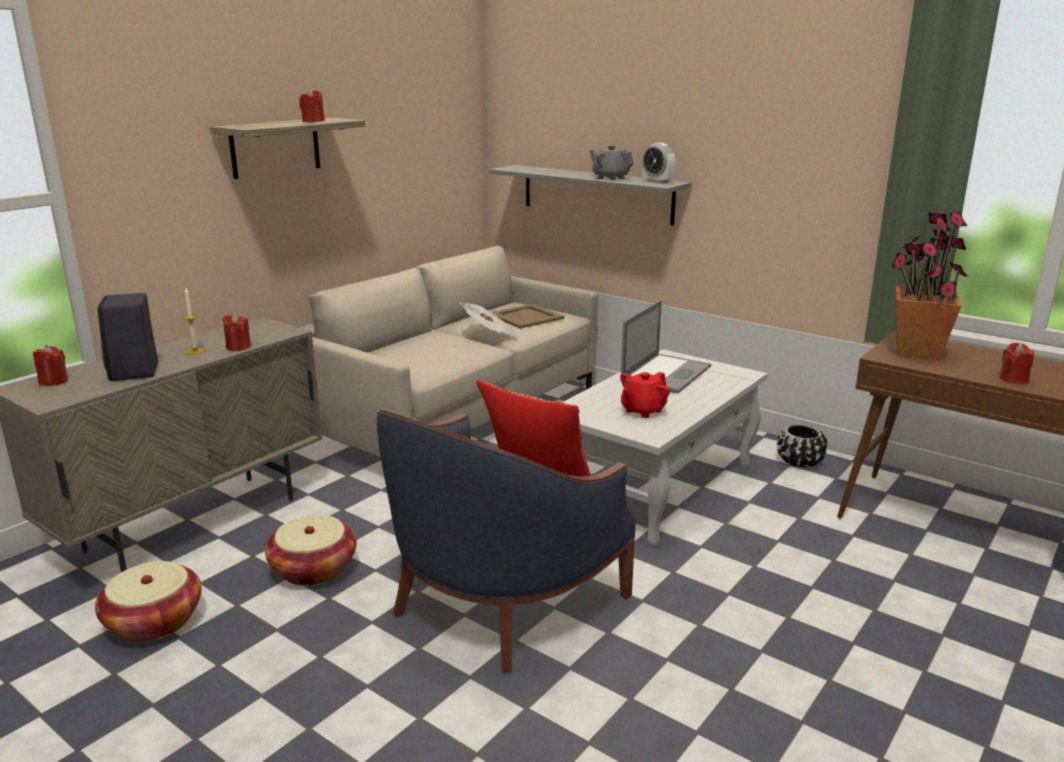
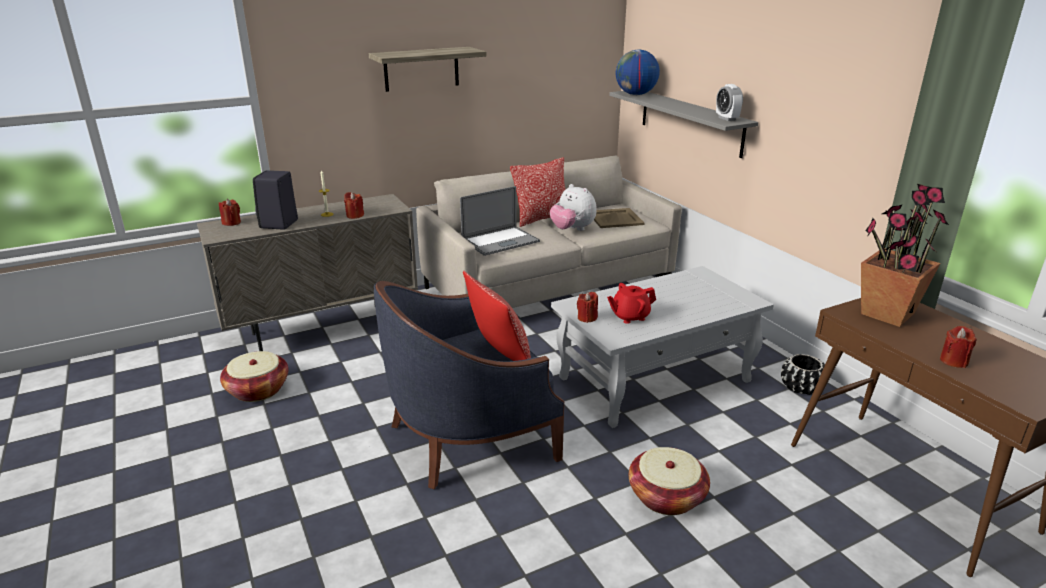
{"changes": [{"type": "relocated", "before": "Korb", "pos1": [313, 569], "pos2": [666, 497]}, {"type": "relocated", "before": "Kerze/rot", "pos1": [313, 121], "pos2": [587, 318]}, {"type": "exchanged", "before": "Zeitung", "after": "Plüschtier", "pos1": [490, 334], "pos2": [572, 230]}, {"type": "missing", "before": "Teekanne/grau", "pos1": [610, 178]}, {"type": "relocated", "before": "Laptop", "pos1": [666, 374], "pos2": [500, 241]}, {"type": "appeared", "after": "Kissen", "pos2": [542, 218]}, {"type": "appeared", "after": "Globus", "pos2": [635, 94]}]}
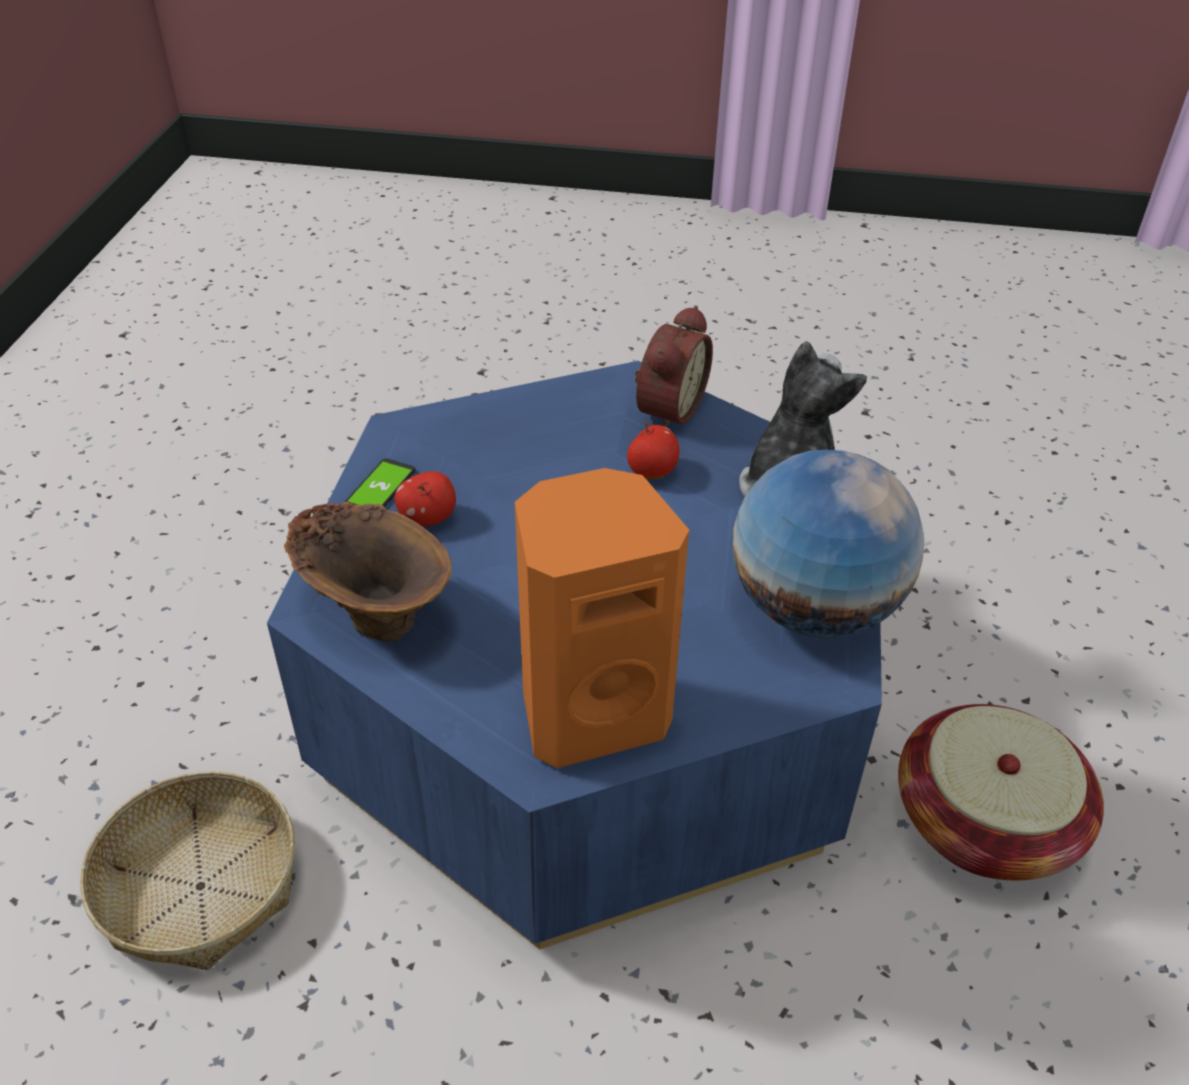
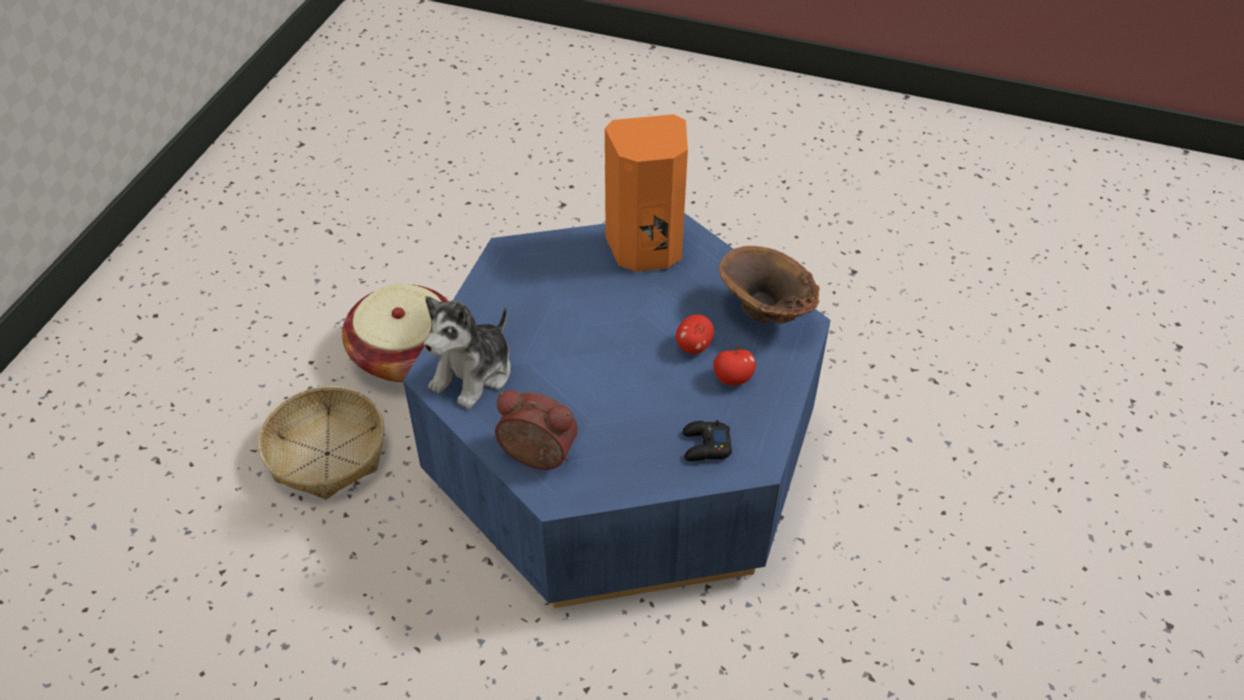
{"changes": [{"type": "relocated", "before": "Korb", "pos1": [201, 886], "pos2": [326, 453]}, {"type": "missing", "before": "Handy", "pos1": [380, 488]}, {"type": "relocated", "before": "Apfel", "pos1": [652, 472], "pos2": [693, 346]}, {"type": "spun", "before": "Wecker", "pos1": [666, 409], "pos2": [536, 458], "turn": 75}, {"type": "missing", "before": "Globus", "pos1": [813, 608]}, {"type": "appeared", "after": "Gamepad/schwarz", "pos2": [705, 446]}]}
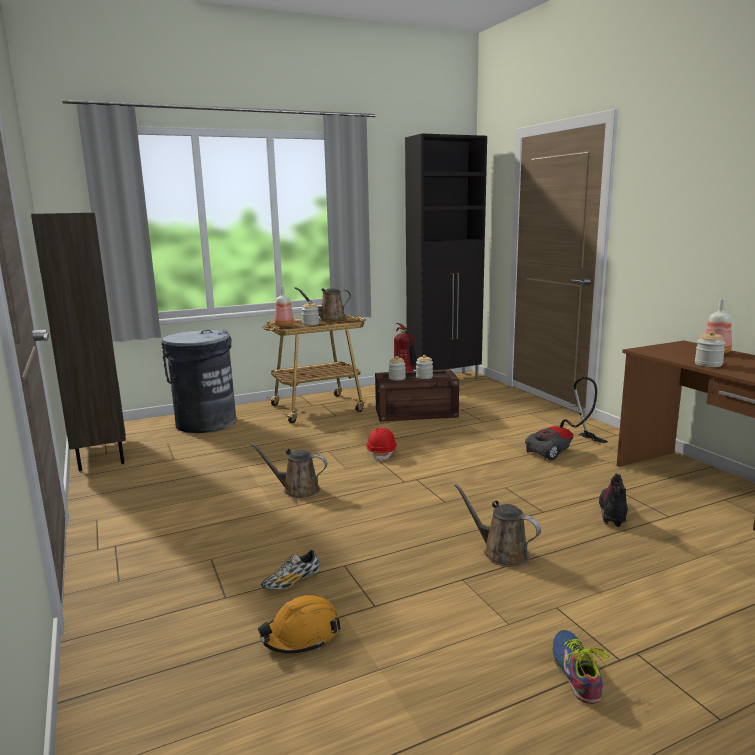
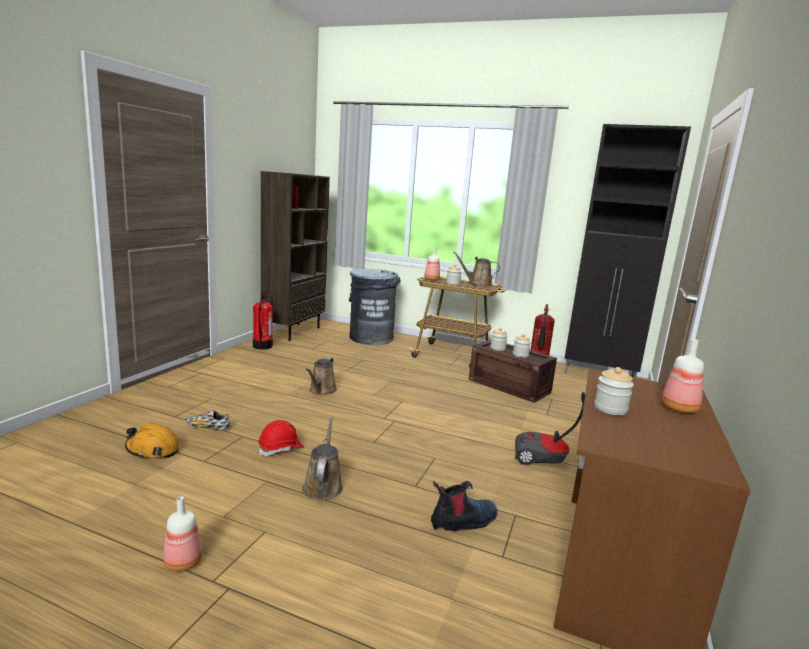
{"changes": [{"type": "spun", "before": "Gießkanne/braun", "pos1": [297, 490], "pos2": [321, 391], "turn": -135}, {"type": "relocated", "before": "Schutzhelm/rot", "pos1": [382, 453], "pos2": [281, 449]}, {"type": "exchanged", "before": "Schuh", "after": "Flasche", "pos1": [575, 671], "pos2": [182, 562]}, {"type": "appeared", "after": "Feuerlöscher", "pos2": [262, 346]}]}
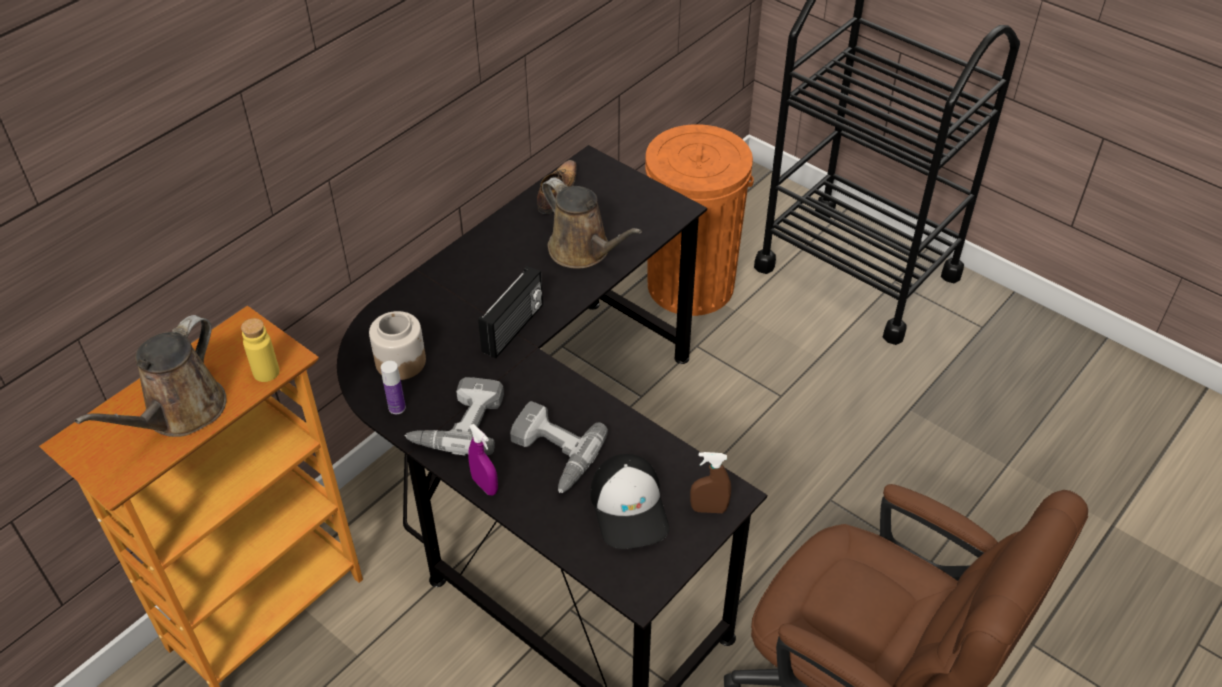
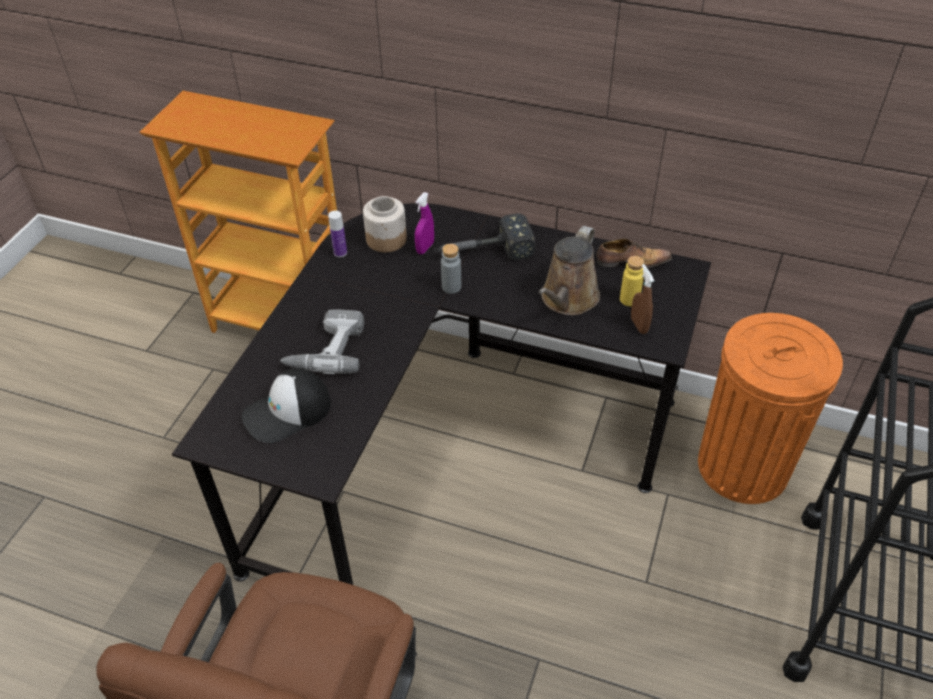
{"changes": [{"type": "missing", "before": "Gießkanne/braun", "pos1": [180, 413]}, {"type": "relocated", "before": "Flasche/gelb", "pos1": [266, 372], "pos2": [629, 299]}, {"type": "missing", "before": "Bohrmaschine", "pos1": [458, 423]}, {"type": "relocated", "before": "Sprühflasche/lila", "pos1": [485, 485], "pos2": [425, 248]}, {"type": "exchanged", "before": "Radio", "after": "Flasche/grau", "pos1": [514, 329], "pos2": [451, 287]}, {"type": "relocated", "before": "Sprühflasche/braun", "pos1": [708, 509], "pos2": [639, 325]}, {"type": "appeared", "after": "Hammer", "pos2": [482, 252]}]}
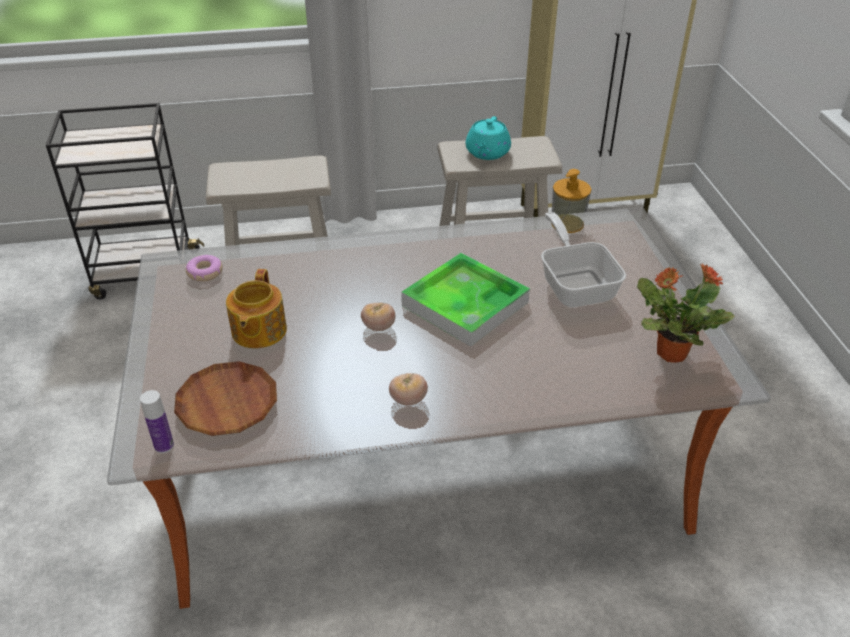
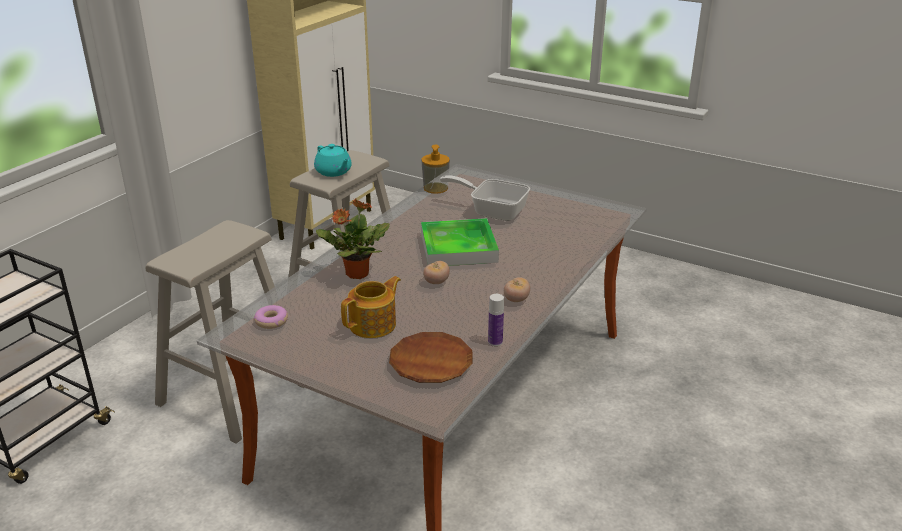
{"changes": [{"type": "relocated", "before": "Flasche", "pos1": [164, 446], "pos2": [495, 342]}, {"type": "spun", "before": "Teekanne", "pos1": [258, 331], "pos2": [374, 325], "turn": -90}, {"type": "relocated", "before": "Topfpflanze", "pos1": [670, 352], "pos2": [356, 274]}]}
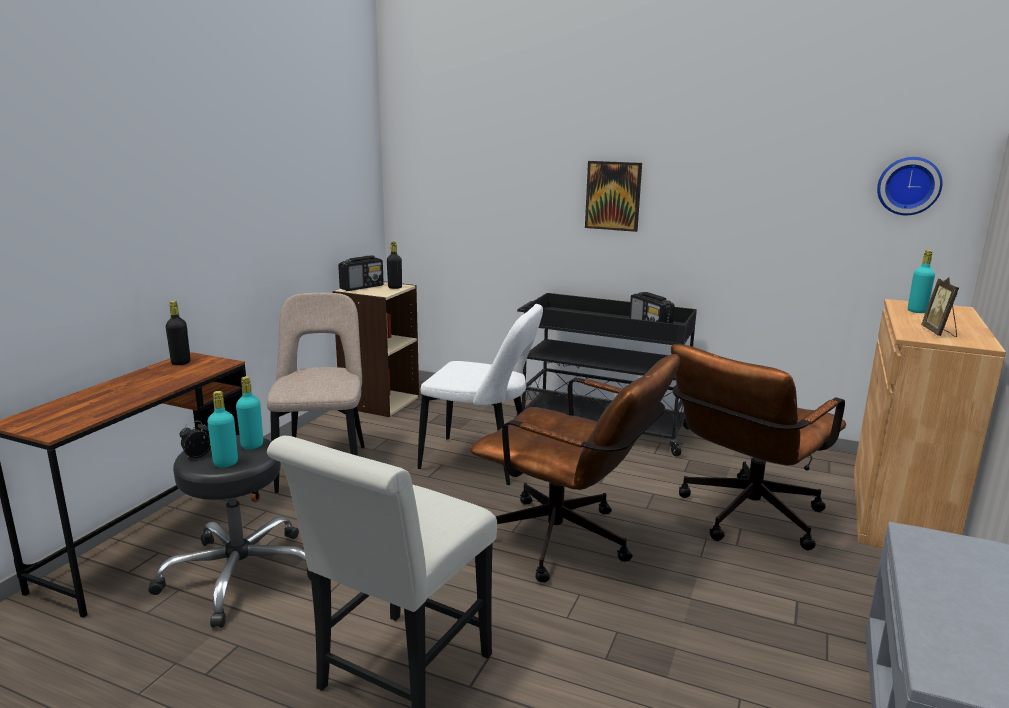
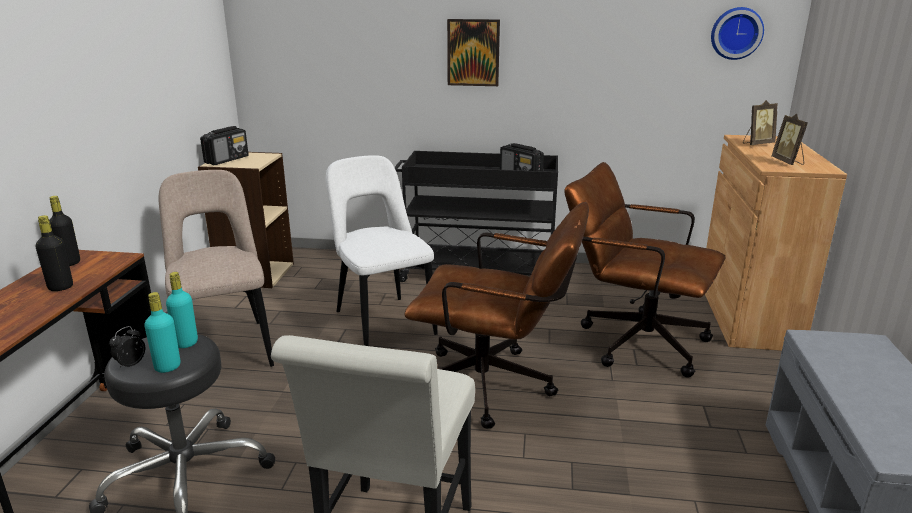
{"changes": [{"type": "relocated", "before": "Flasche/schwarz", "pos1": [395, 287], "pos2": [60, 287]}, {"type": "spun", "before": "Stuhl/weiß", "pos1": [481, 462], "pos2": [382, 321], "turn": -120}, {"type": "spun", "before": "Bürostuhl/braun", "pos1": [743, 518], "pos2": [632, 340], "turn": 90}, {"type": "exchanged", "before": "Flasche/türkis", "after": "Bilderrahmen", "pos1": [916, 311], "pos2": [757, 144]}]}
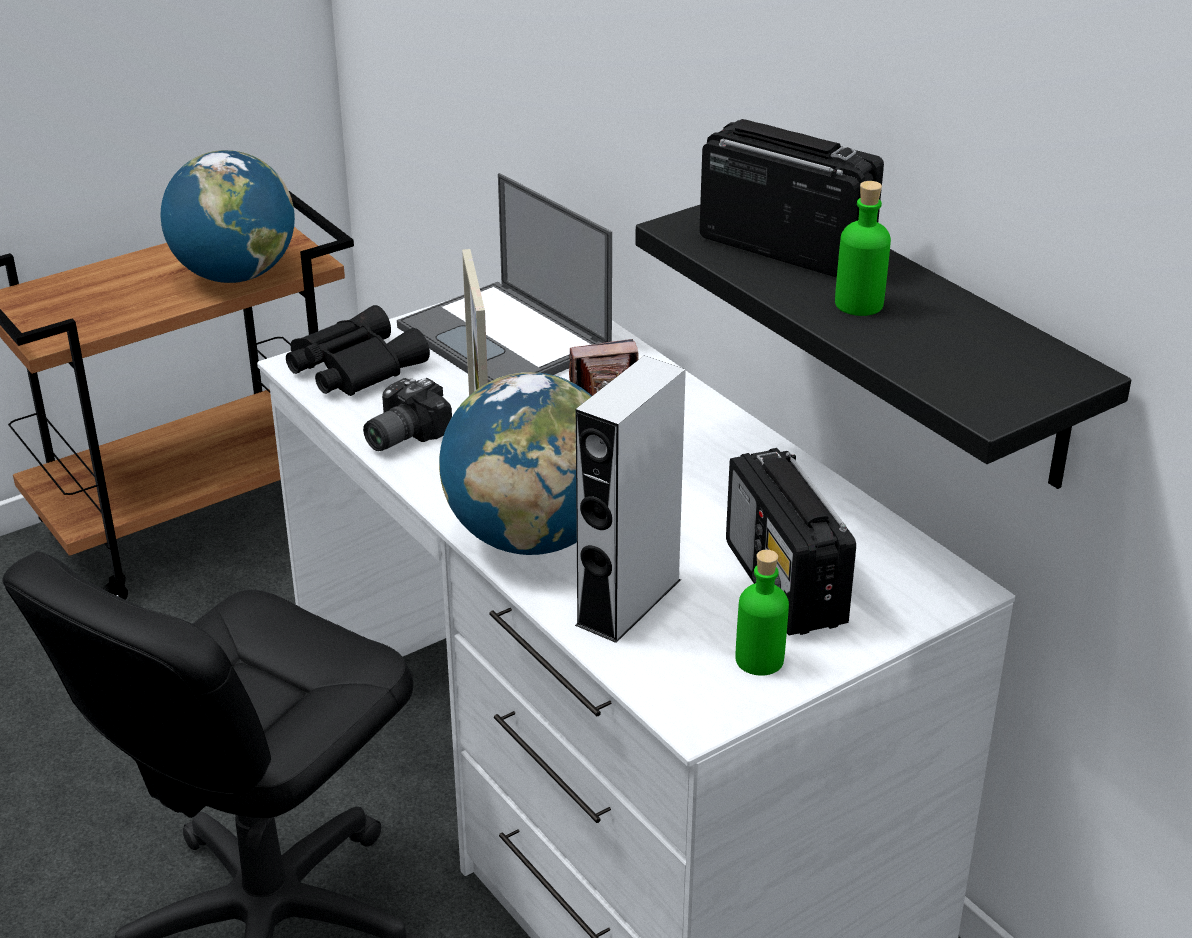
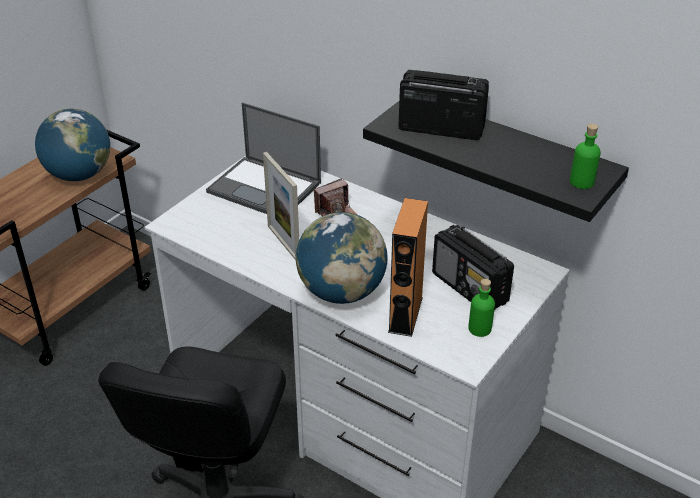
{"changes": [{"type": "missing", "before": "Fernglas/schwarz", "pos1": [352, 367]}, {"type": "missing", "before": "Kamera", "pos1": [400, 435]}, {"type": "colour", "before": "Lautsprecher/grau", "after": "Lautsprecher/orange", "pos1": [628, 602], "pos2": [405, 314]}, {"type": "relocated", "before": "Flasche/grün", "pos1": [859, 304], "pos2": [582, 182]}]}
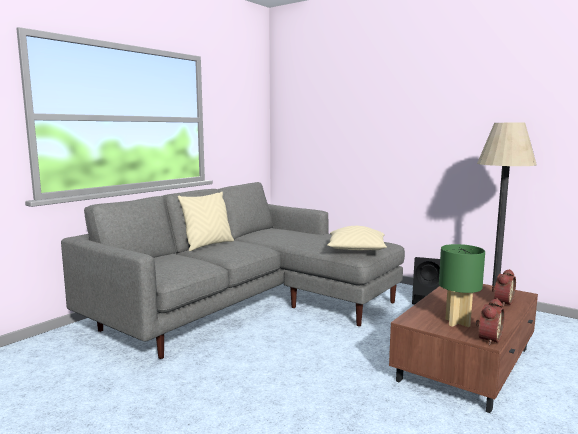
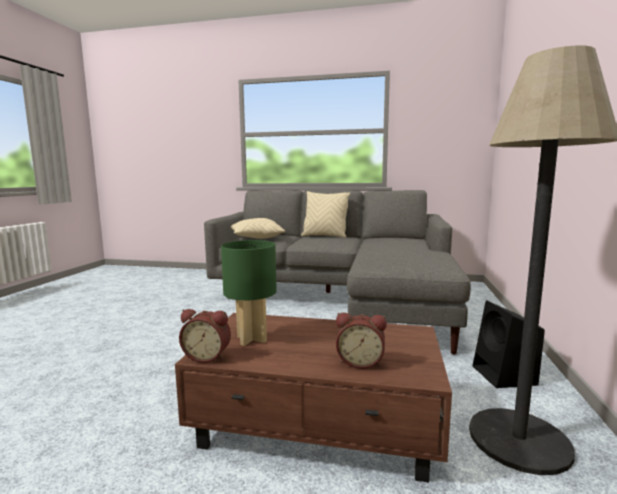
{"changes": [{"type": "relocated", "before": "Kissen/beige", "pos1": [356, 250], "pos2": [256, 238]}]}
